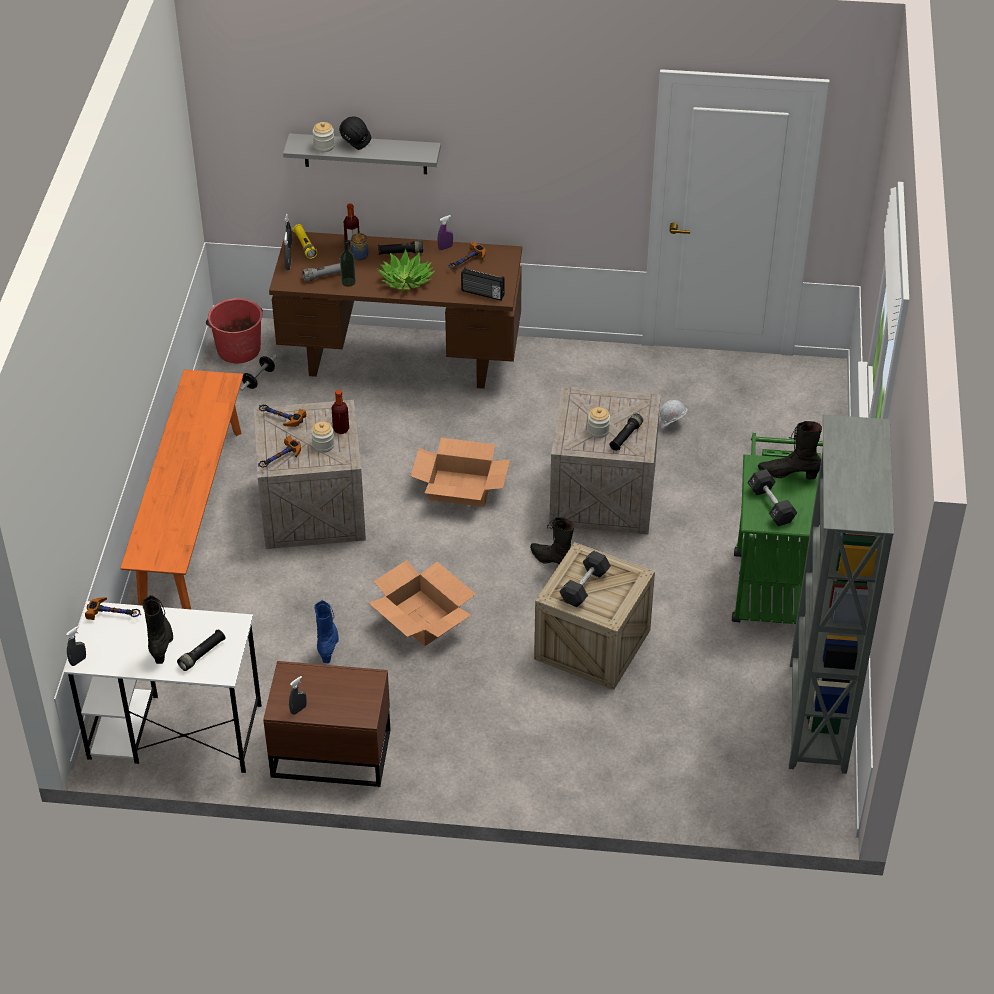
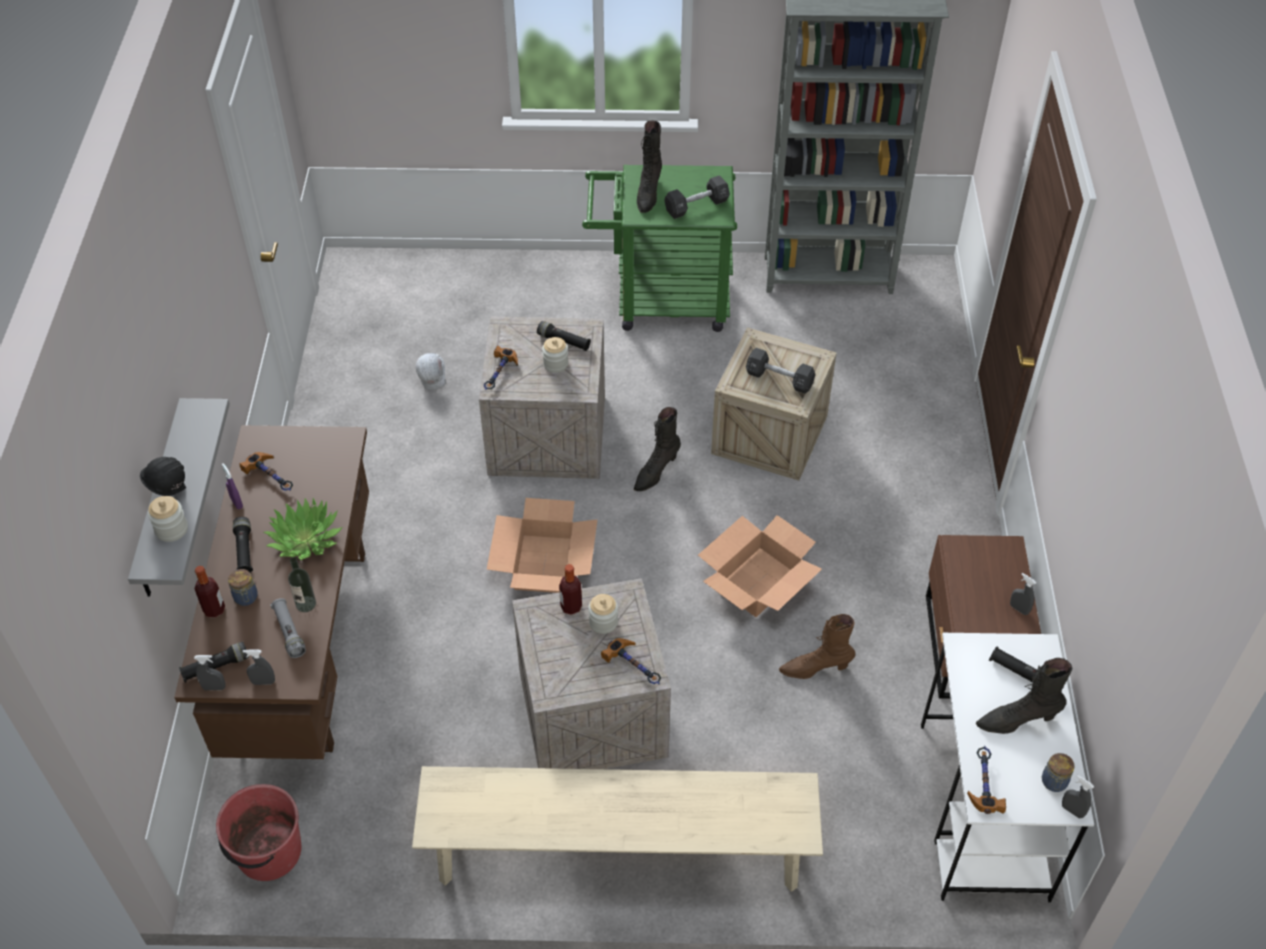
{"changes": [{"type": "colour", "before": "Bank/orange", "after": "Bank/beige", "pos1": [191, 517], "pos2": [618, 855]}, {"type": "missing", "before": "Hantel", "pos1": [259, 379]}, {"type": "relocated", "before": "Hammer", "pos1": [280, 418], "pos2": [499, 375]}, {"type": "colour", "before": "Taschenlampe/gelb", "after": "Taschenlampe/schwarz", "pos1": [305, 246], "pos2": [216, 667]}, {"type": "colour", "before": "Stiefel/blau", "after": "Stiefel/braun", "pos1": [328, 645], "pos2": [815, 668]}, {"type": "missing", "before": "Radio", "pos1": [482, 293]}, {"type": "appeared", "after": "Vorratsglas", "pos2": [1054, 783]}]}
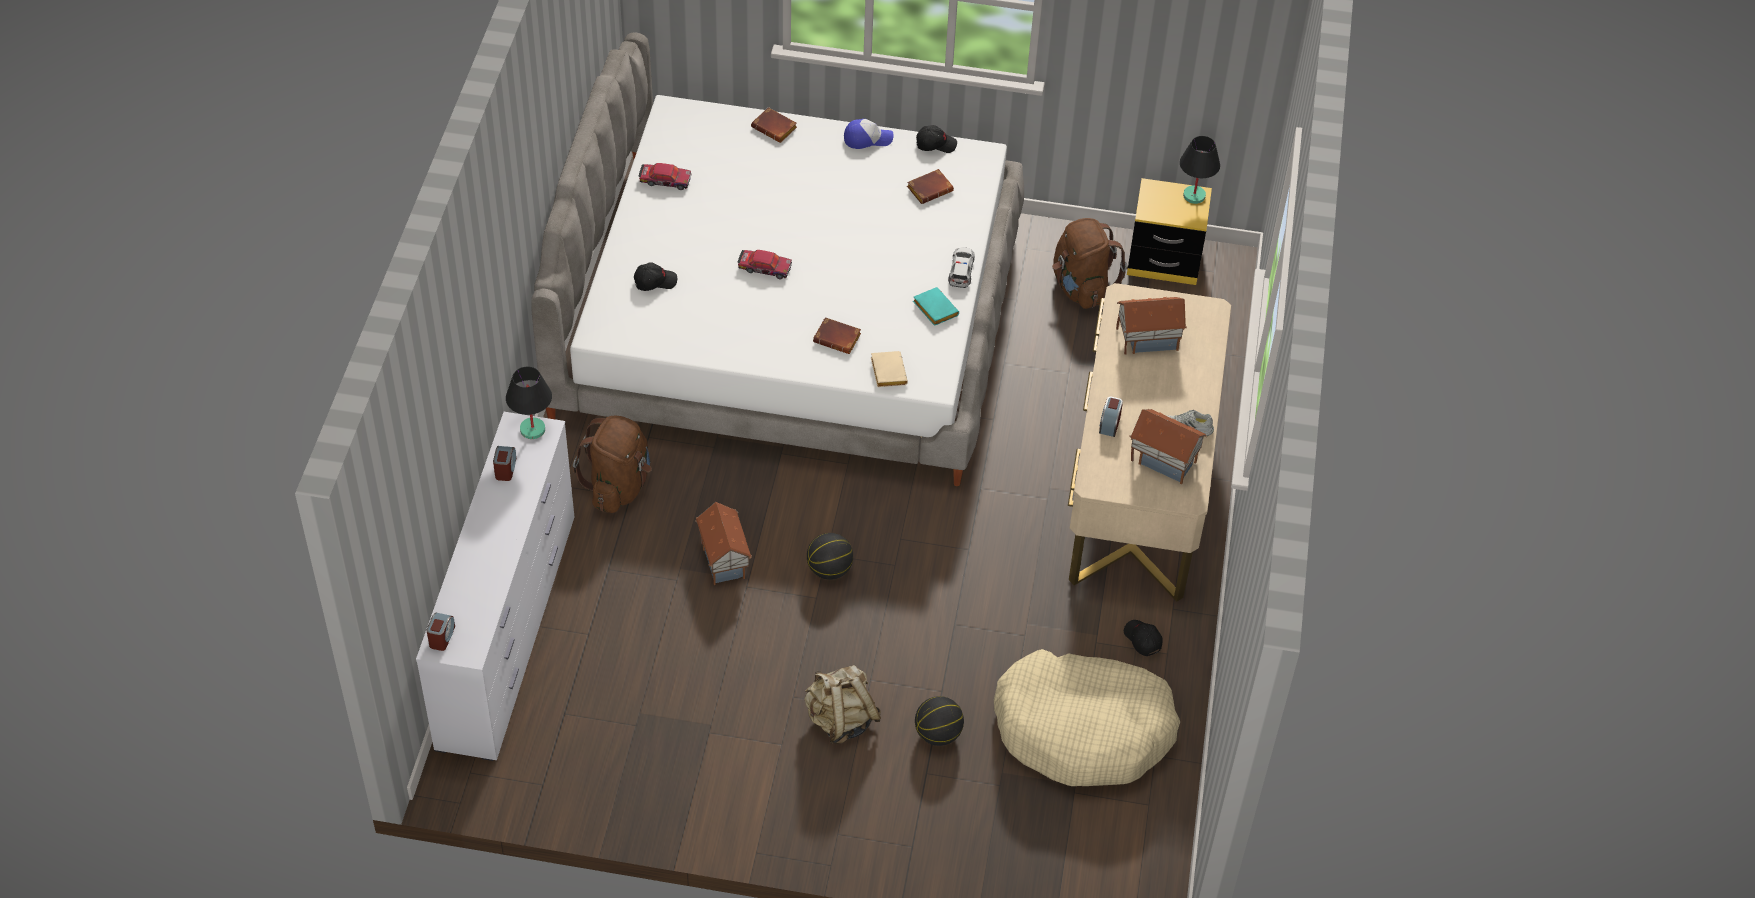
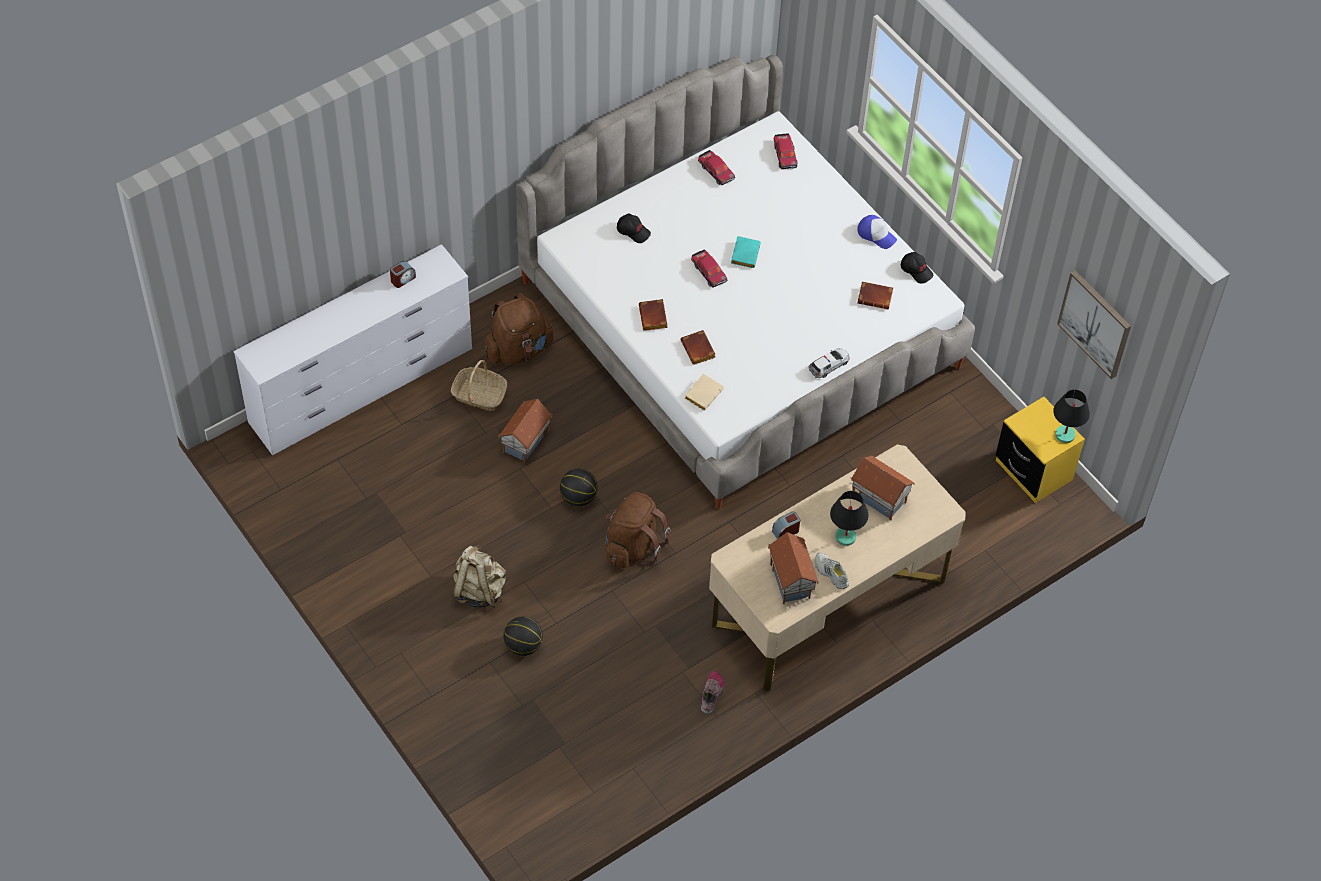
{"changes": [{"type": "missing", "before": "Wecker", "pos1": [442, 637]}, {"type": "relocated", "before": "Tischlampe/schwarz", "pos1": [532, 430], "pos2": [845, 536]}, {"type": "relocated", "before": "Buch/braun", "pos1": [775, 128], "pos2": [654, 318]}, {"type": "relocated", "before": "Buch/türkis", "pos1": [933, 309], "pos2": [744, 253]}, {"type": "missing", "before": "Hundebett/beige", "pos1": [1083, 730]}, {"type": "relocated", "before": "Rucksack/braun", "pos1": [1081, 287], "pos2": [633, 546]}, {"type": "exchanged", "before": "Kappe/schwarz", "after": "Schuh", "pos1": [1142, 640], "pos2": [712, 694]}, {"type": "appeared", "after": "Korb", "pos2": [479, 395]}, {"type": "appeared", "after": "Spielzeugauto", "pos2": [785, 155]}, {"type": "appeared", "after": "Bild", "pos2": [1095, 323]}]}
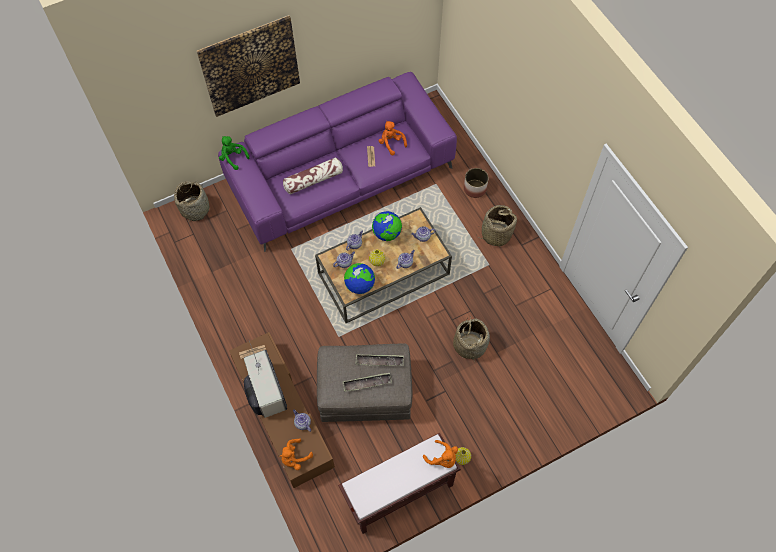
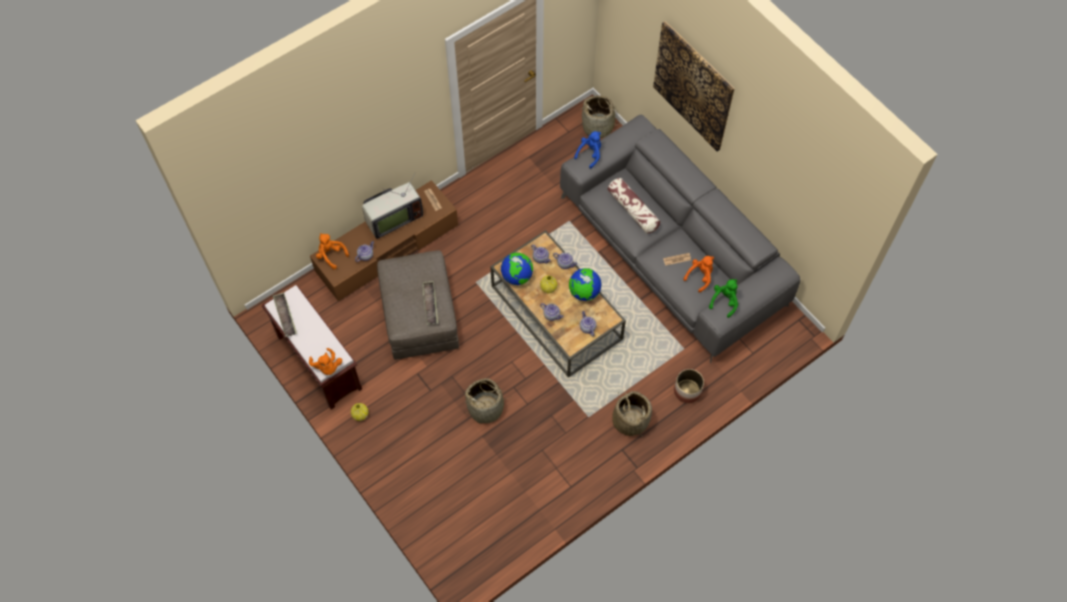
{"changes": [{"type": "colour", "before": "Sofa/lila", "after": "Sofa/grau", "pos1": [340, 175], "pos2": [672, 250]}, {"type": "relocated", "before": "Plüschtier/grün", "pos1": [233, 158], "pos2": [724, 301]}, {"type": "relocated", "before": "Tablett", "pos1": [367, 383], "pos2": [285, 316]}, {"type": "spun", "before": "Plüschtier/orange", "pos1": [442, 458], "pos2": [327, 367], "turn": -60}, {"type": "appeared", "after": "Plüschtier/blau", "pos2": [590, 154]}]}
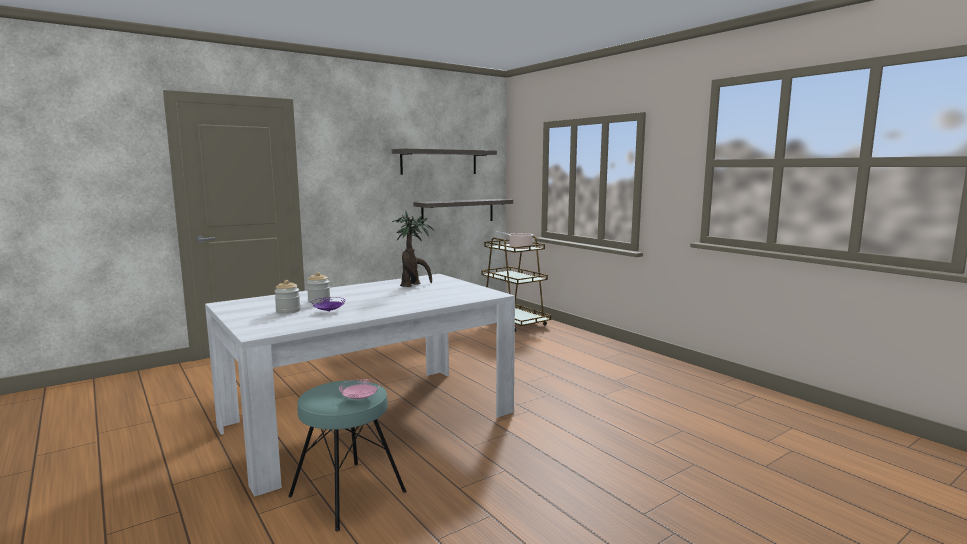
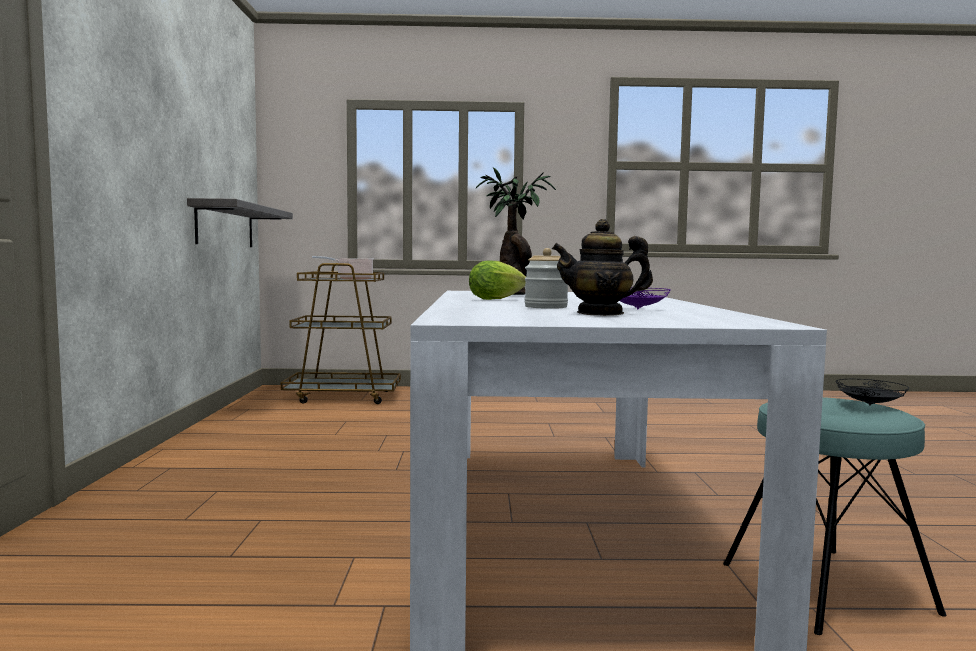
{"changes": [{"type": "exchanged", "before": "Vorratsglas", "after": "Teekanne", "pos1": [288, 311], "pos2": [600, 313]}, {"type": "colour", "before": "Teller/rosa", "after": "Teller/schwarz", "pos1": [359, 398], "pos2": [869, 405]}, {"type": "missing", "before": "Wandregal", "pos1": [439, 162]}, {"type": "appeared", "after": "Salatkopf", "pos2": [498, 299]}]}
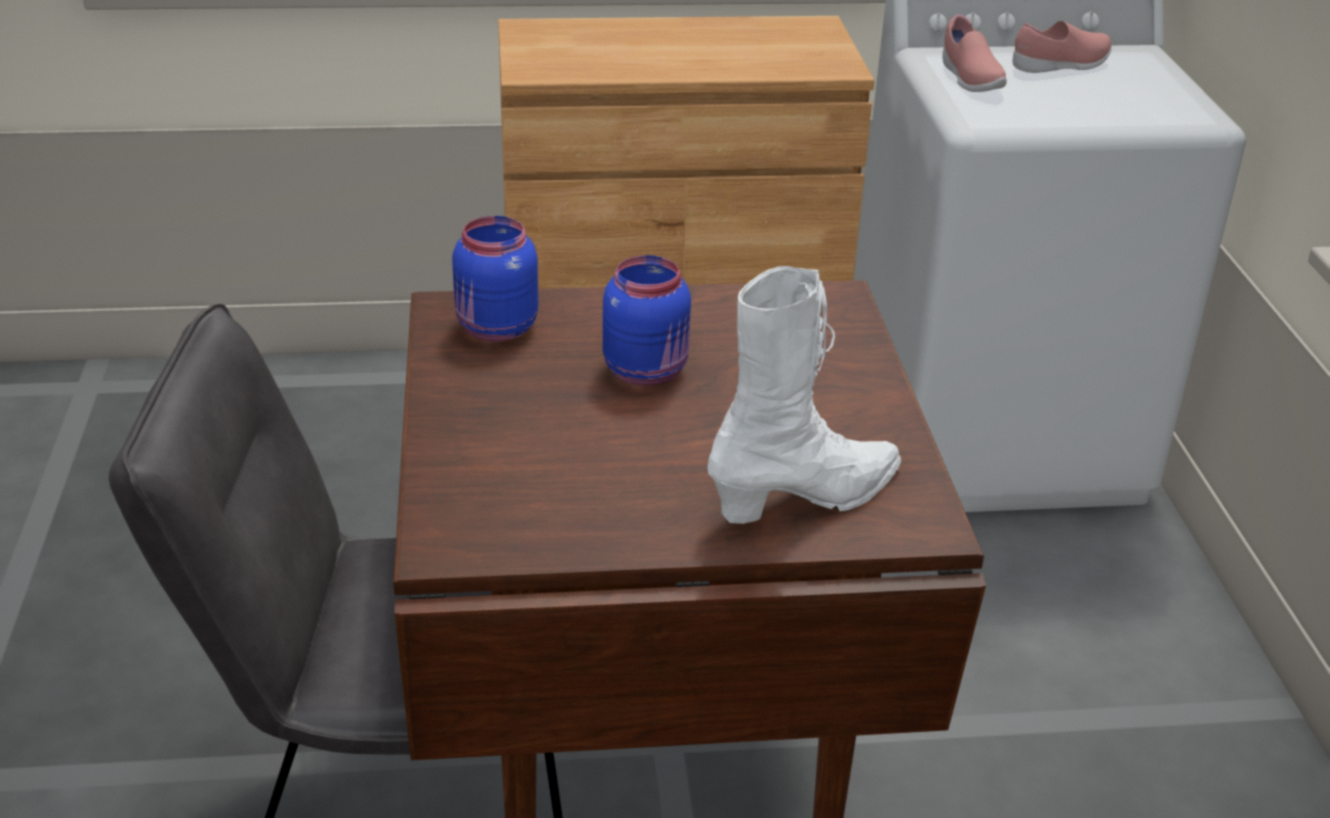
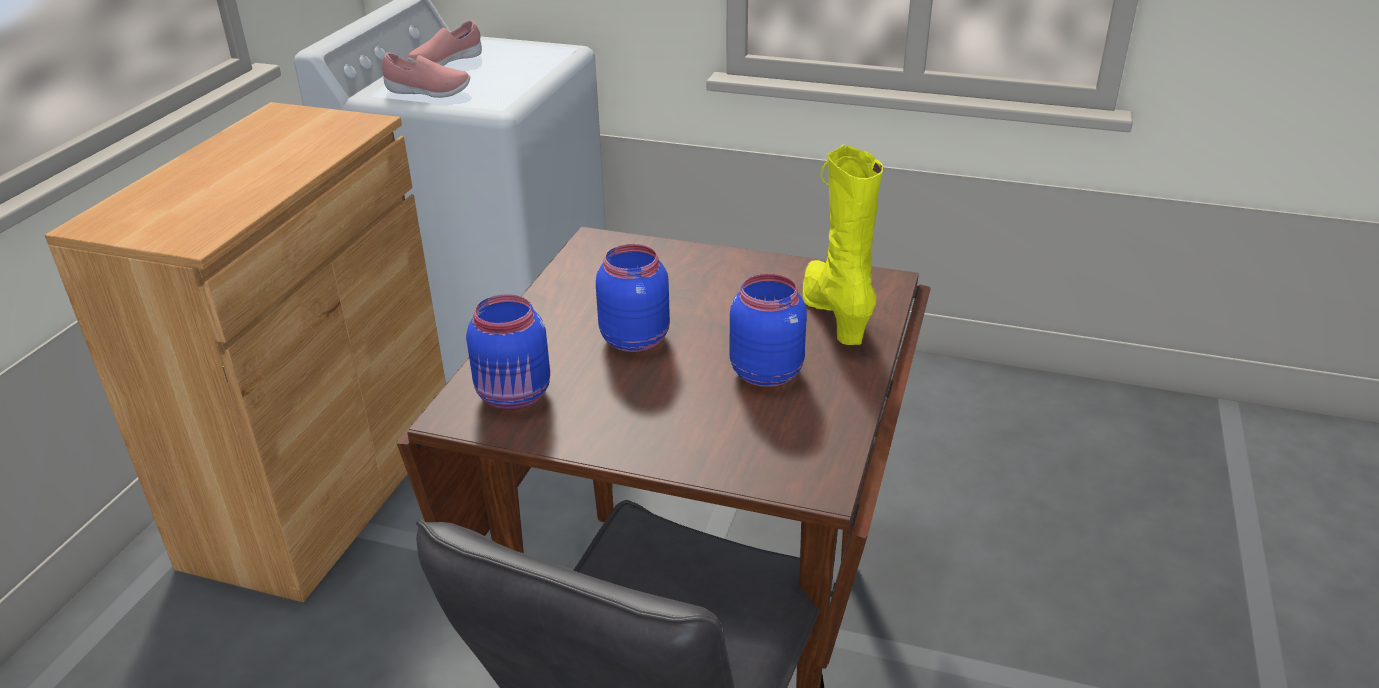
{"changes": [{"type": "colour", "before": "Stiefel/weiß", "after": "Stiefel/gelb", "pos1": [807, 499], "pos2": [835, 314]}, {"type": "spun", "before": "Schuh/rosa", "pos1": [1061, 66], "pos2": [445, 63], "turn": -135}, {"type": "appeared", "after": "Vorratsglas/blau", "pos2": [765, 371]}]}
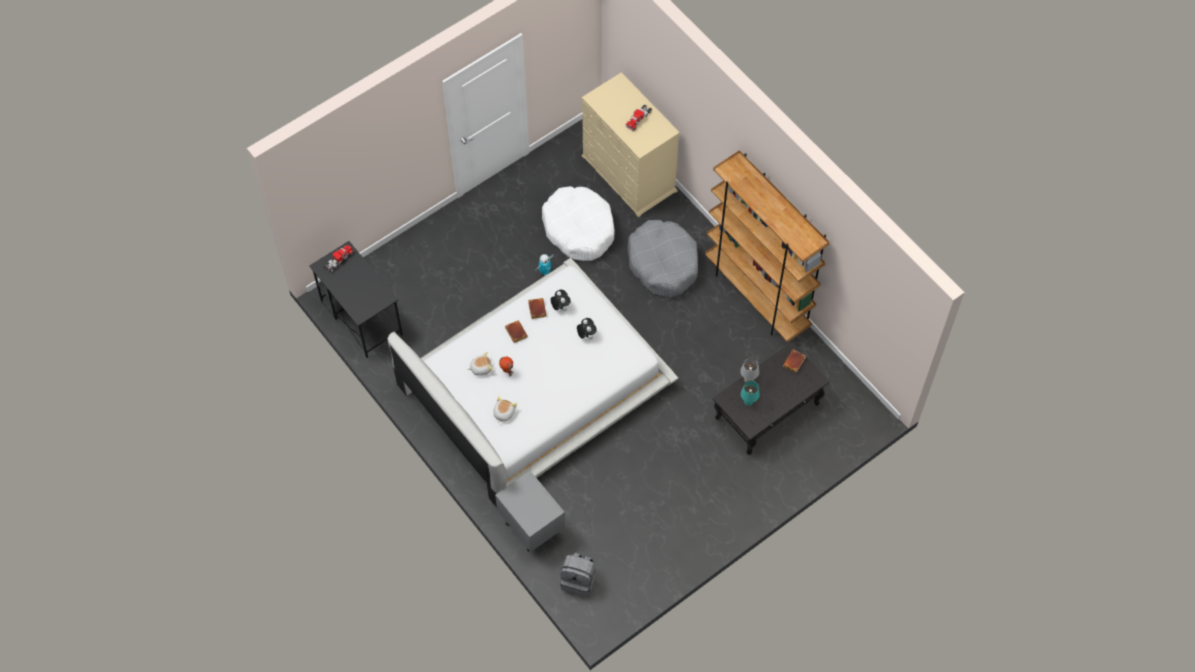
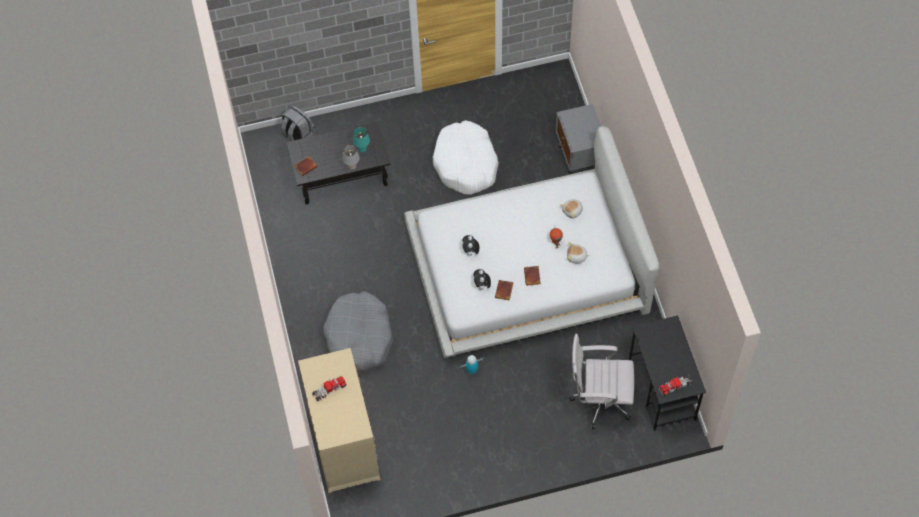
{"changes": [{"type": "relocated", "before": "Hundebett/weiß", "pos1": [579, 229], "pos2": [466, 164]}, {"type": "relocated", "before": "Rucksack/grau", "pos1": [578, 580], "pos2": [298, 136]}, {"type": "missing", "before": "Bücherregal/braun", "pos1": [757, 296]}, {"type": "appeared", "after": "Bürostuhl/weiß", "pos2": [598, 400]}]}
